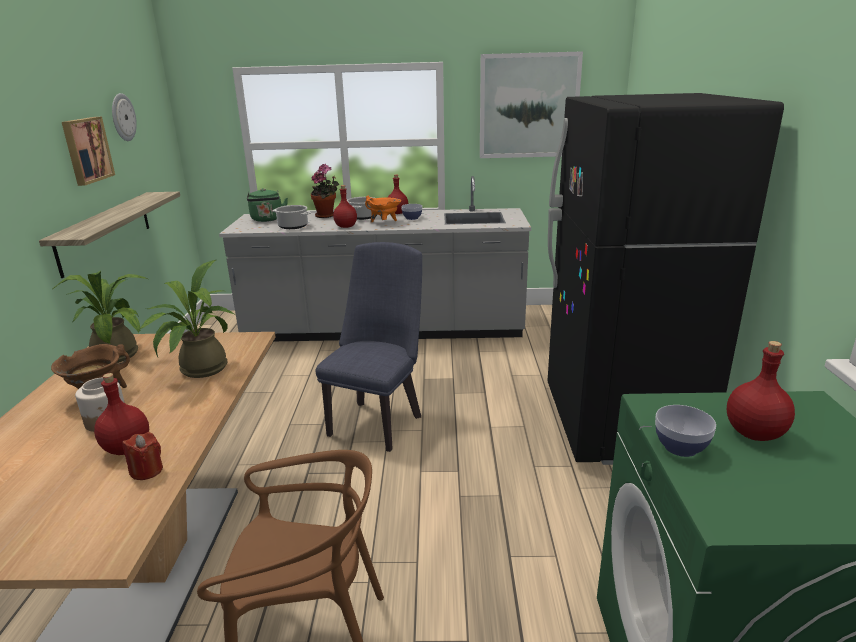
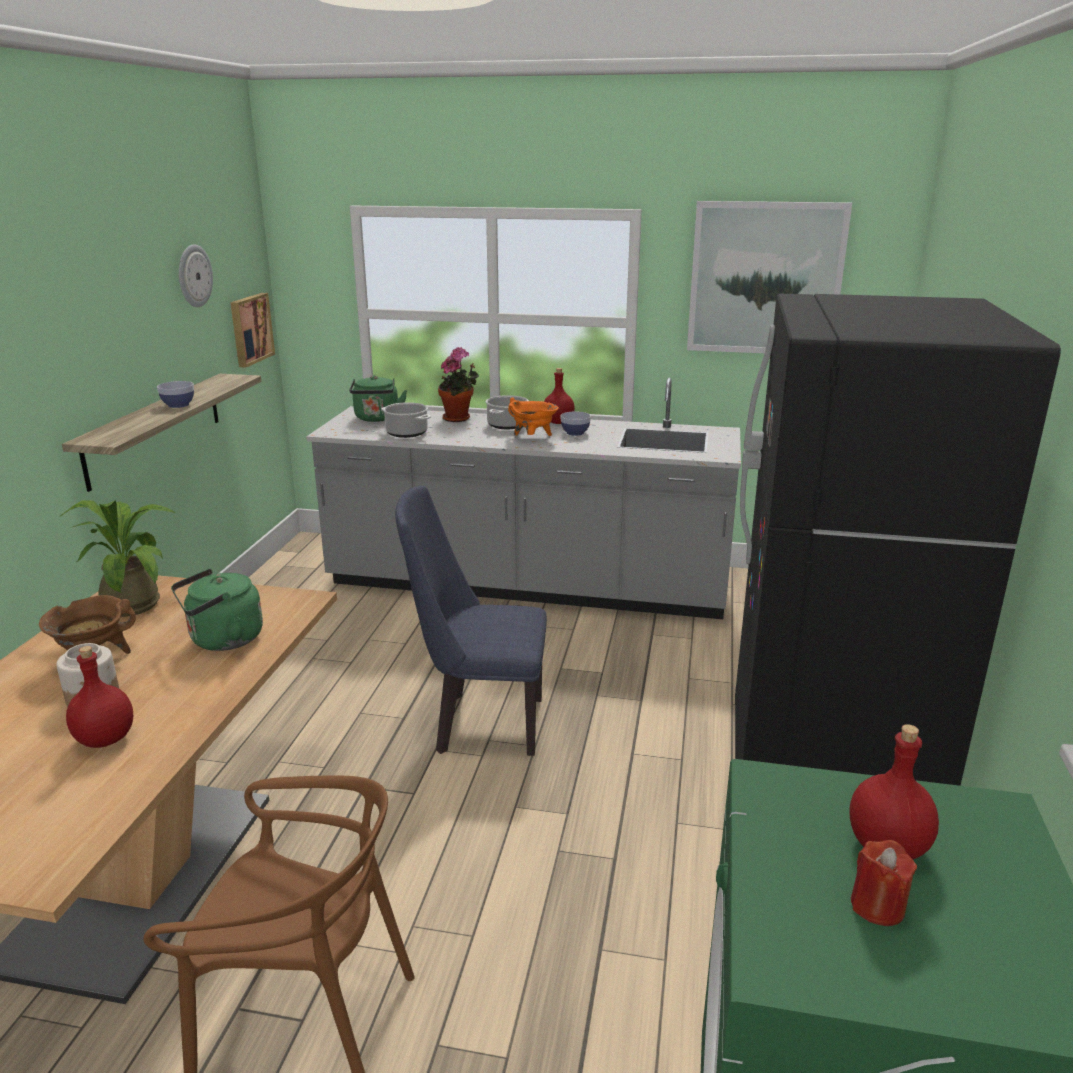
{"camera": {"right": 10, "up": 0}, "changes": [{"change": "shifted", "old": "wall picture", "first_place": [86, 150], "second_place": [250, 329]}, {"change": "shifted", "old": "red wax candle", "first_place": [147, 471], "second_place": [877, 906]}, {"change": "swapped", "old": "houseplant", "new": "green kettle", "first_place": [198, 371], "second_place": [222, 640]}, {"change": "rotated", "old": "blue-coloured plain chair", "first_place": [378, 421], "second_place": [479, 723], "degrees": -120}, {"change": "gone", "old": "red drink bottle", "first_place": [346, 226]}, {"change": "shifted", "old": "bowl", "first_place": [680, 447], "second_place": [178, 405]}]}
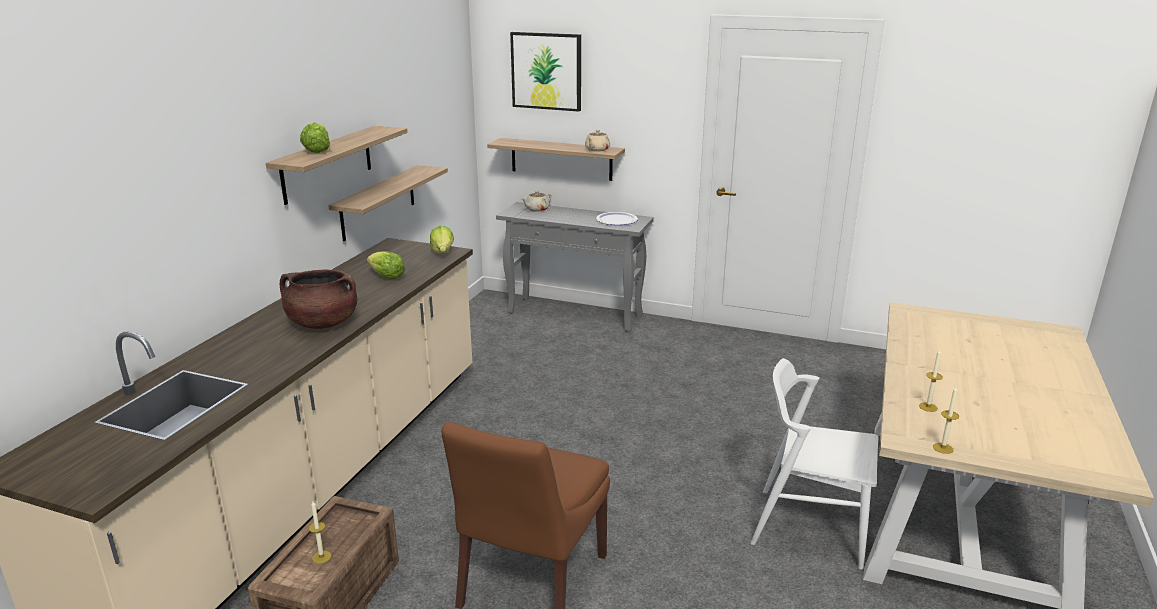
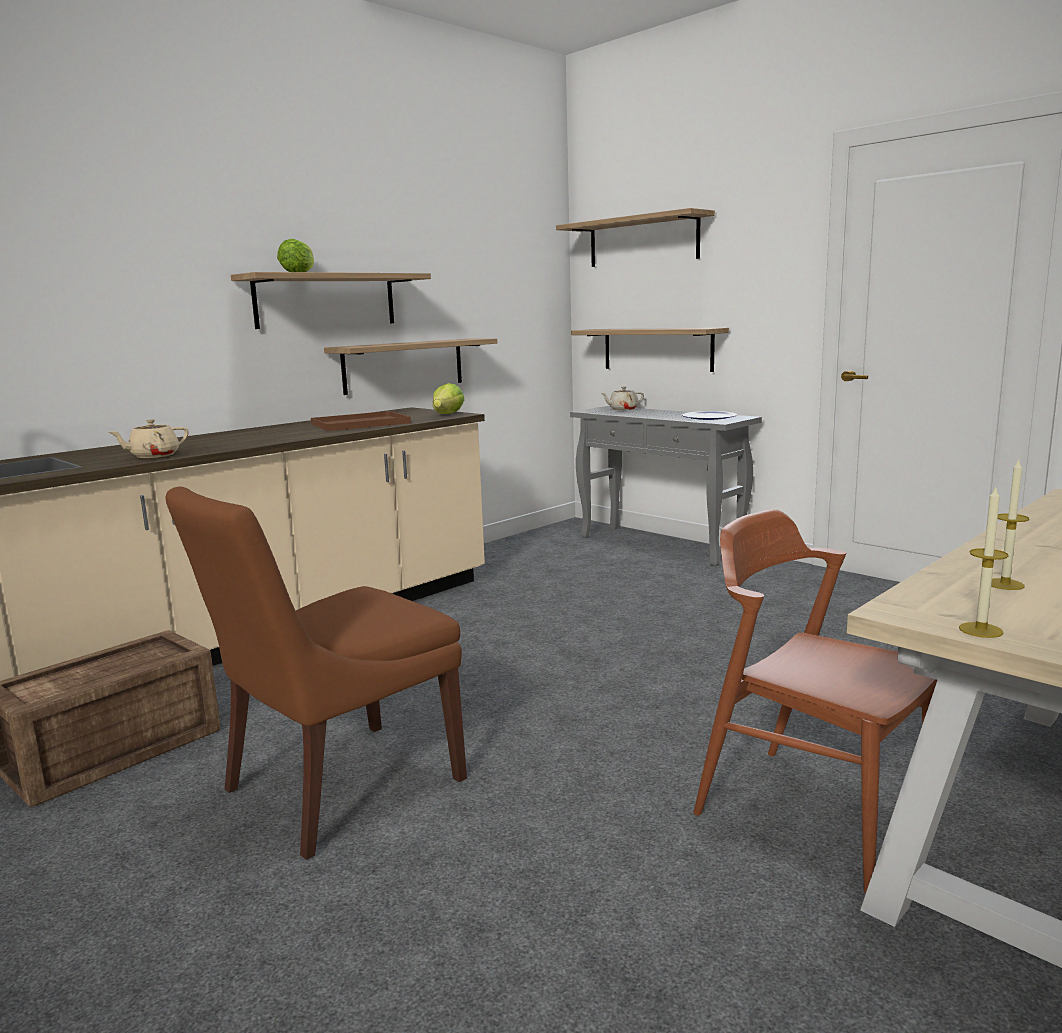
{"camera": {"right": 25, "up": -10}, "changes": [{"change": "gone", "old": "brownish stockpot", "first_place": [322, 323]}, {"change": "gone", "old": "wax candle", "first_place": [321, 557]}, {"change": "swapped", "old": "head of lettuce", "new": "brownish serving tray", "first_place": [386, 277], "second_place": [359, 424]}, {"change": "swapped", "old": "wall picture", "new": "wall shelf", "first_place": [546, 71], "second_place": [643, 241]}, {"change": "shifted", "old": "beige-coloured tea pot", "first_place": [597, 150], "second_place": [153, 456]}, {"change": "repainted", "old": "white plain chair", "new": "brownish plain chair", "first_place": [809, 526], "second_place": [813, 813]}]}
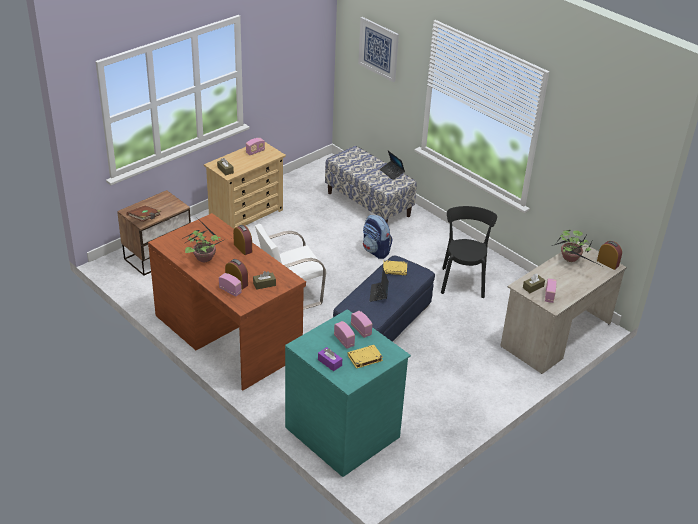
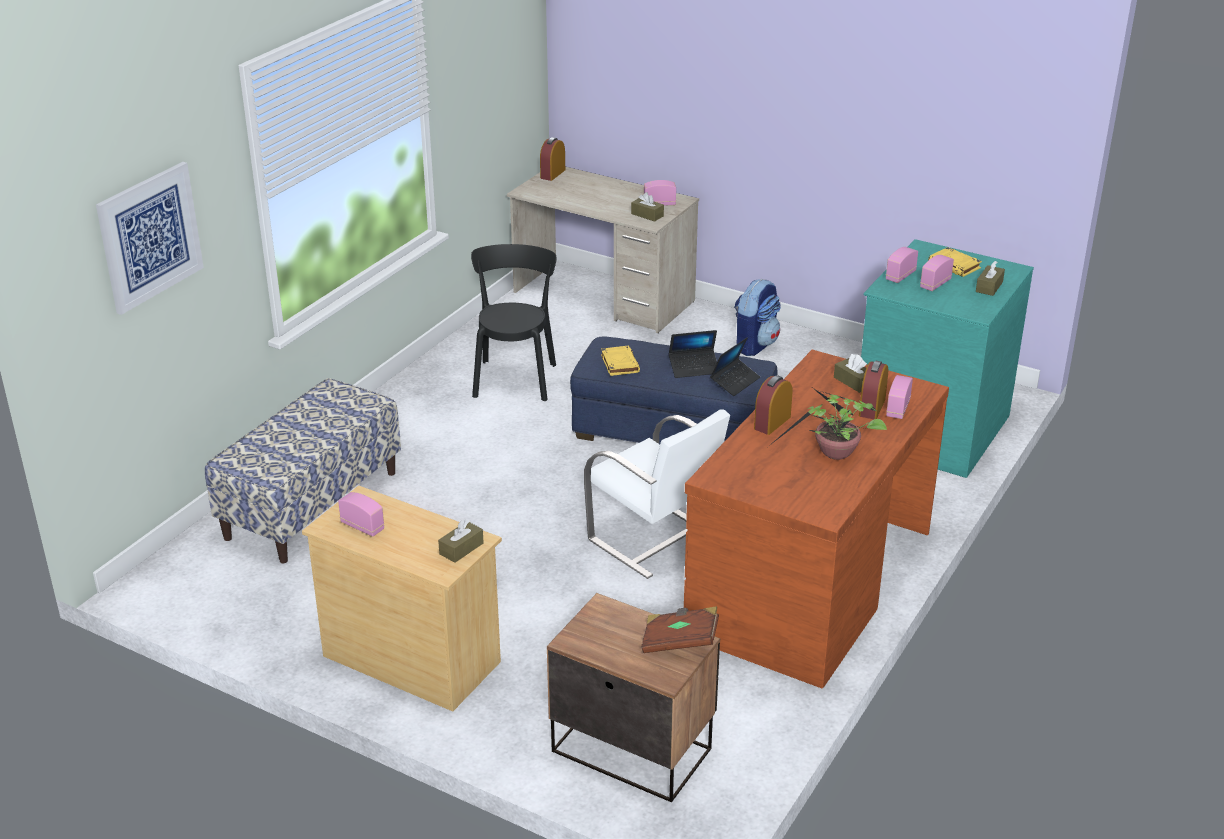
{"camera": {"right": -105, "up": -5}, "changes": [{"change": "repainted", "old": "purple-coloured box of tissues", "new": "brownish box of tissues", "first_place": [329, 362], "second_place": [989, 287]}, {"change": "shifted", "old": "knapsack", "first_place": [376, 251], "second_place": [755, 344]}, {"change": "shifted", "old": "laptop", "first_place": [392, 172], "second_place": [735, 382]}, {"change": "rotated", "old": "blackish plain chair", "first_place": [463, 281], "second_place": [515, 378], "degrees": 105}, {"change": "gone", "old": "houseplant", "first_place": [571, 260]}]}
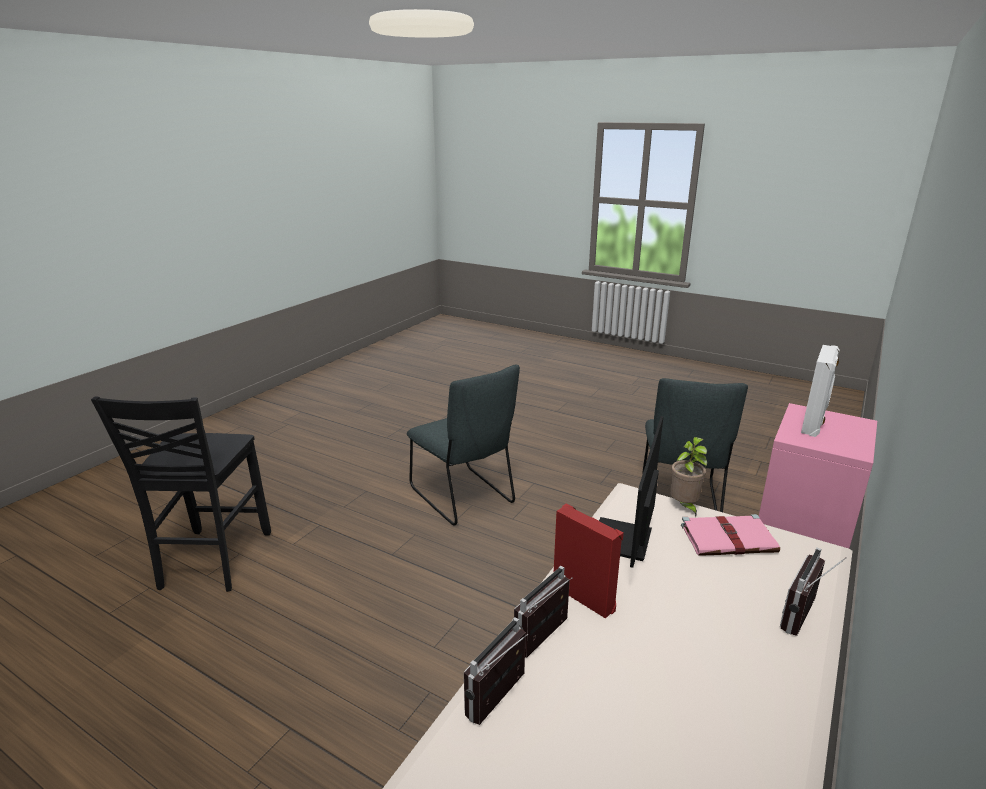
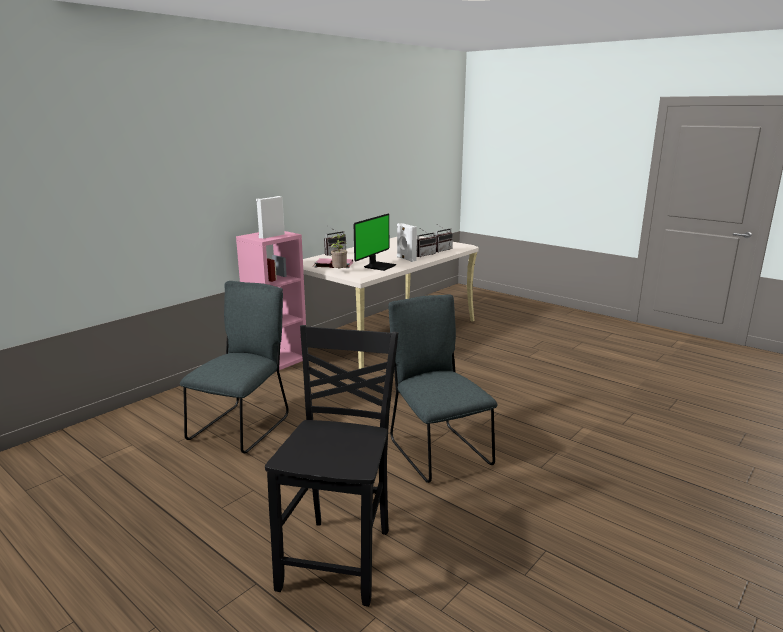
{"camera": {"right": -170, "up": -5}, "changes": [{"change": "shifted", "old": "blackish plain chair", "first_place": [213, 561], "second_place": [339, 558]}, {"change": "repainted", "old": "red loudspeaker", "new": "white loudspeaker", "first_place": [584, 596], "second_place": [405, 259]}]}
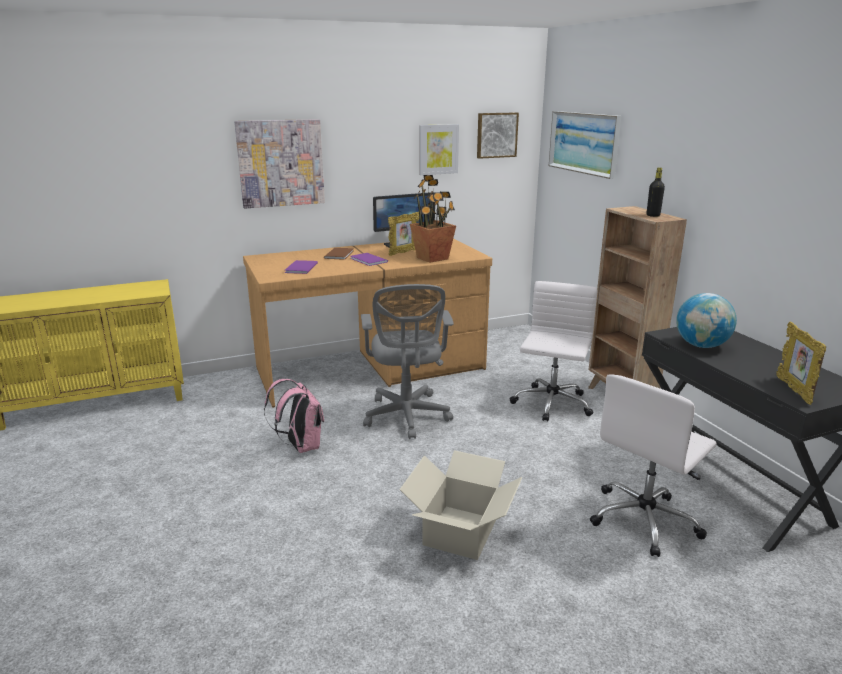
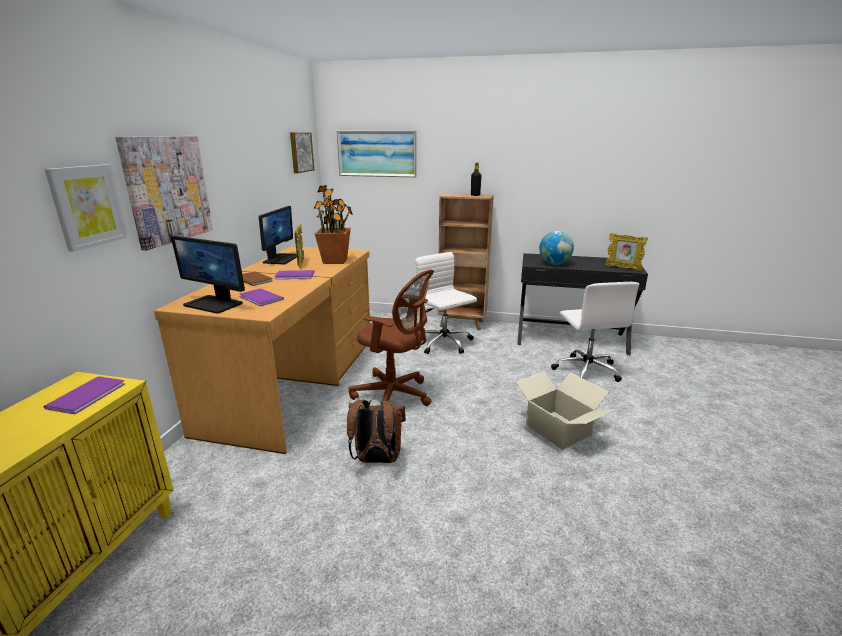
{"camera": {"right": -55, "up": 0}, "changes": [{"change": "repainted", "old": "pinkish knapsack", "new": "brownish knapsack", "first_place": [301, 446], "second_place": [376, 460]}, {"change": "repainted", "old": "grey office chair", "new": "brownish office chair", "first_place": [407, 417], "second_place": [394, 395]}, {"change": "shifted", "old": "wall picture", "first_place": [438, 149], "second_place": [87, 206]}, {"change": "new", "new": "purple-coloured book", "second_place": [90, 395]}, {"change": "new", "new": "monitor", "second_place": [214, 304]}]}
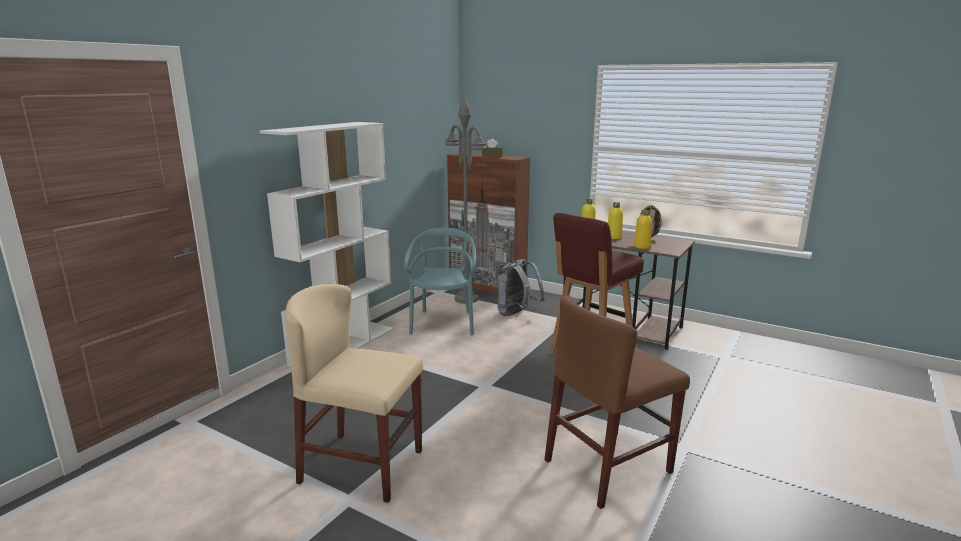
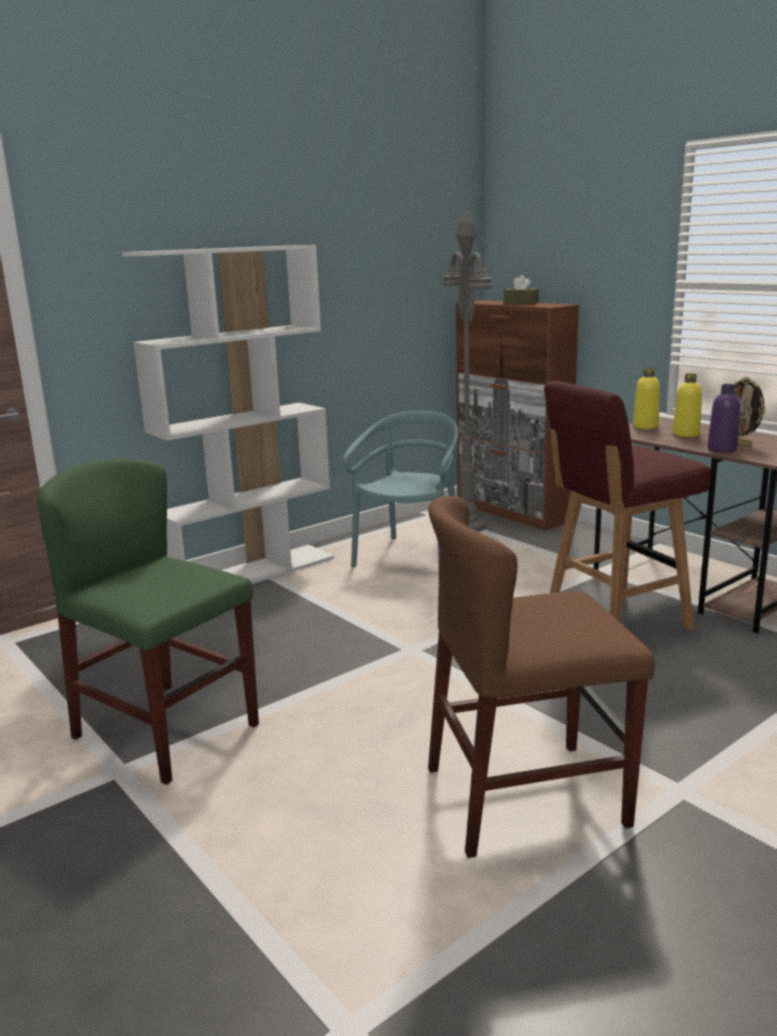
{"camera": {"right": 20, "up": 0}, "changes": [{"change": "repainted", "old": "beige-coloured plain chair", "new": "green plain chair", "first_place": [362, 466], "second_place": [166, 731]}, {"change": "gone", "old": "grey knapsack", "first_place": [517, 314]}, {"change": "repainted", "old": "yellowish drink bottle", "new": "purple-coloured drink bottle", "first_place": [642, 246], "second_place": [722, 449]}]}
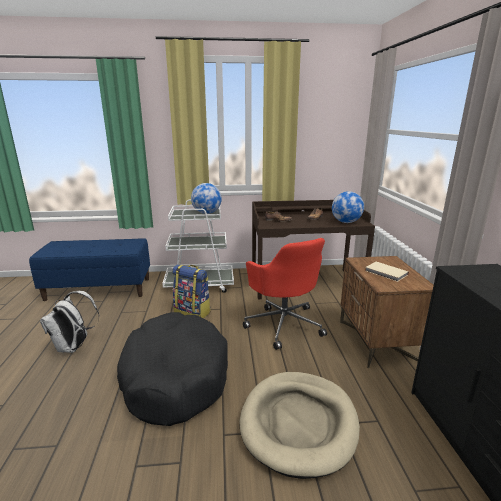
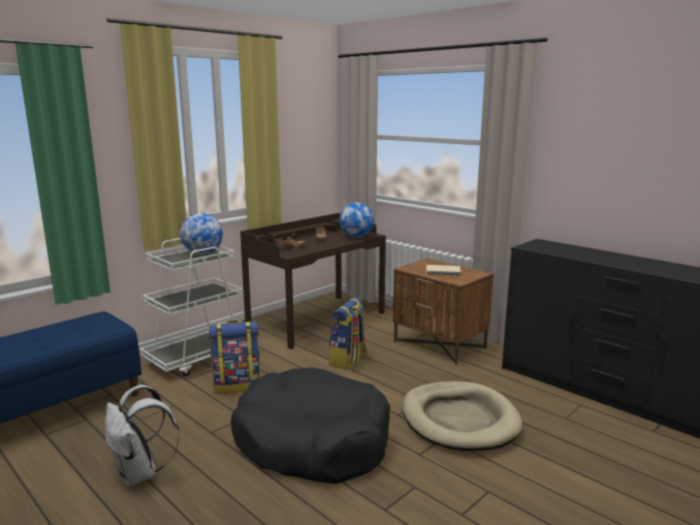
{"camera": {"right": -40, "up": -5}, "changes": [{"change": "swapped", "old": "red office chair", "new": "knapsack", "first_place": [284, 324], "second_place": [348, 360]}]}
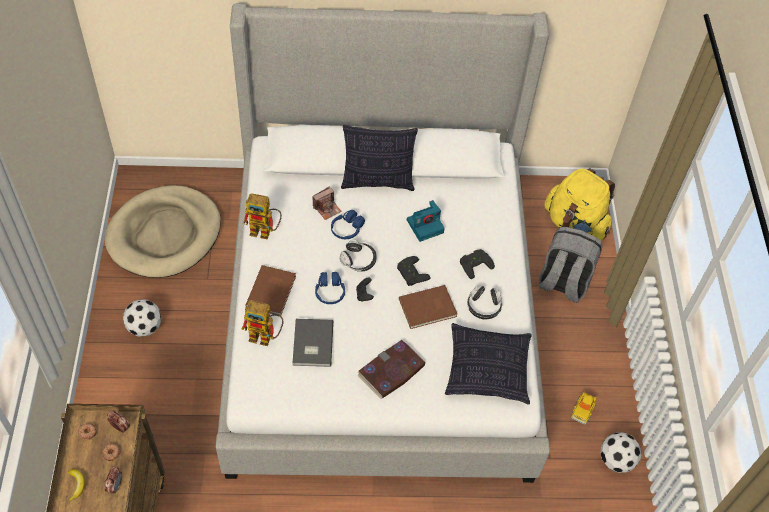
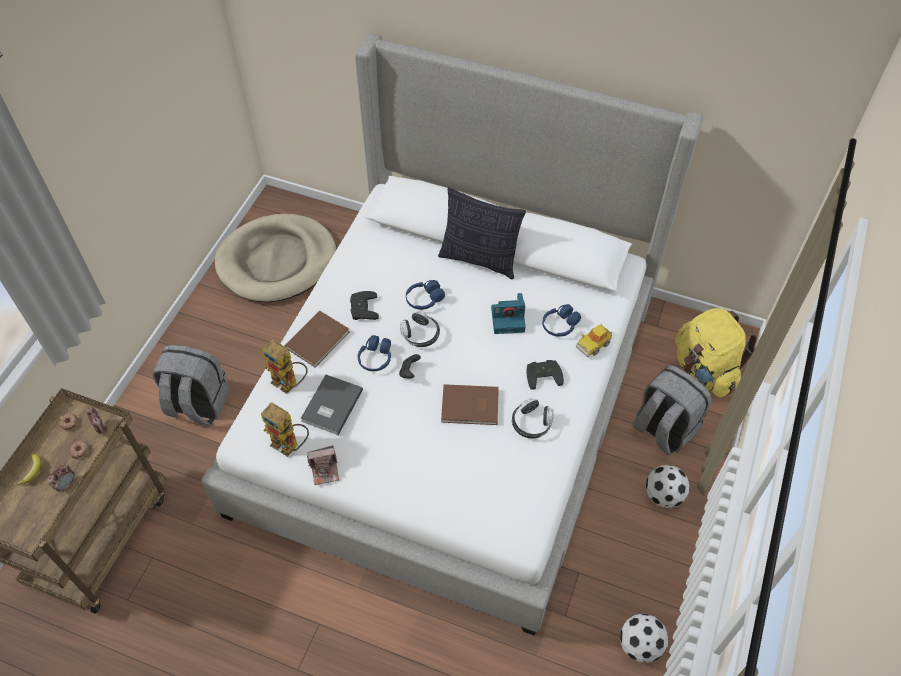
{"camera": {"right": 25, "up": 0}, "changes": [{"change": "shifted", "old": "football", "first_place": [145, 327], "second_place": [663, 495]}, {"change": "shifted", "old": "model robot", "first_place": [265, 231], "second_place": [290, 446]}, {"change": "shifted", "old": "still camera", "first_place": [327, 208], "second_place": [325, 470]}, {"change": "gone", "old": "book", "first_place": [391, 371]}, {"change": "shifted", "old": "blackish joypad", "first_place": [410, 273], "second_place": [362, 308]}, {"change": "gone", "old": "throw pillow", "first_place": [487, 370]}, {"change": "shifted", "old": "model car", "first_place": [583, 410], "second_place": [593, 344]}, {"change": "new", "new": "grey knapsack", "second_place": [197, 404]}, {"change": "new", "new": "blue-coloured pair of headphones", "second_place": [560, 325]}]}
